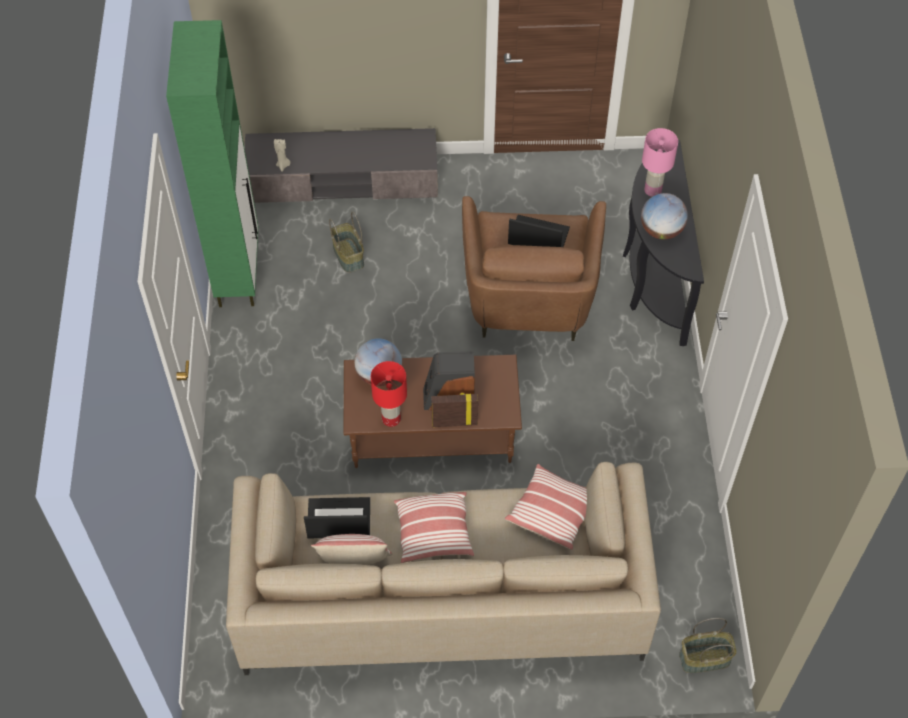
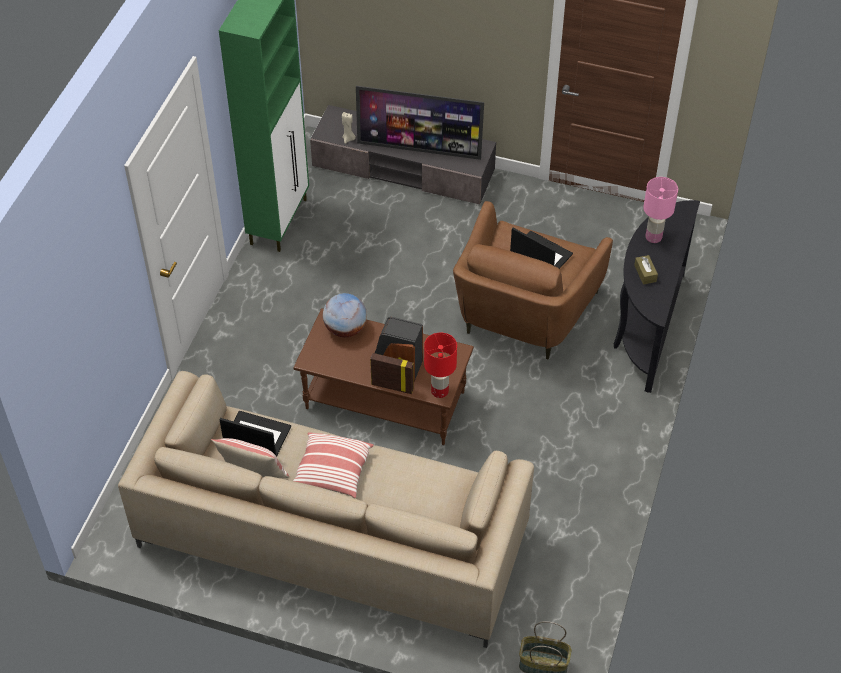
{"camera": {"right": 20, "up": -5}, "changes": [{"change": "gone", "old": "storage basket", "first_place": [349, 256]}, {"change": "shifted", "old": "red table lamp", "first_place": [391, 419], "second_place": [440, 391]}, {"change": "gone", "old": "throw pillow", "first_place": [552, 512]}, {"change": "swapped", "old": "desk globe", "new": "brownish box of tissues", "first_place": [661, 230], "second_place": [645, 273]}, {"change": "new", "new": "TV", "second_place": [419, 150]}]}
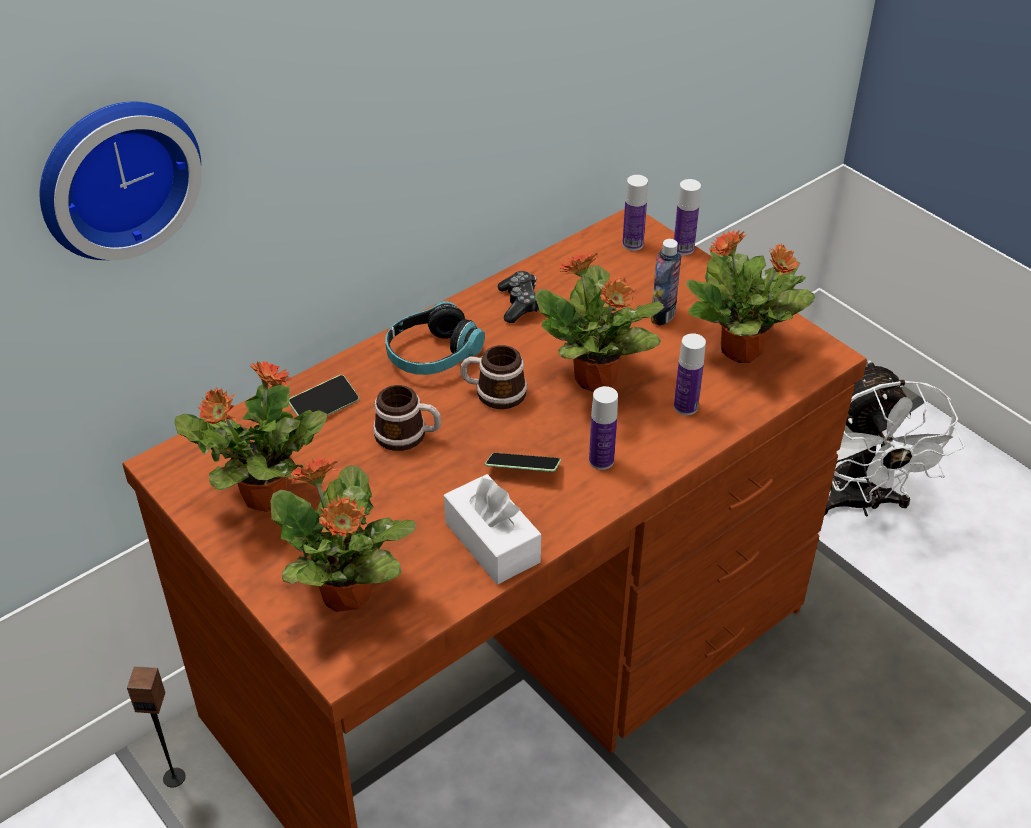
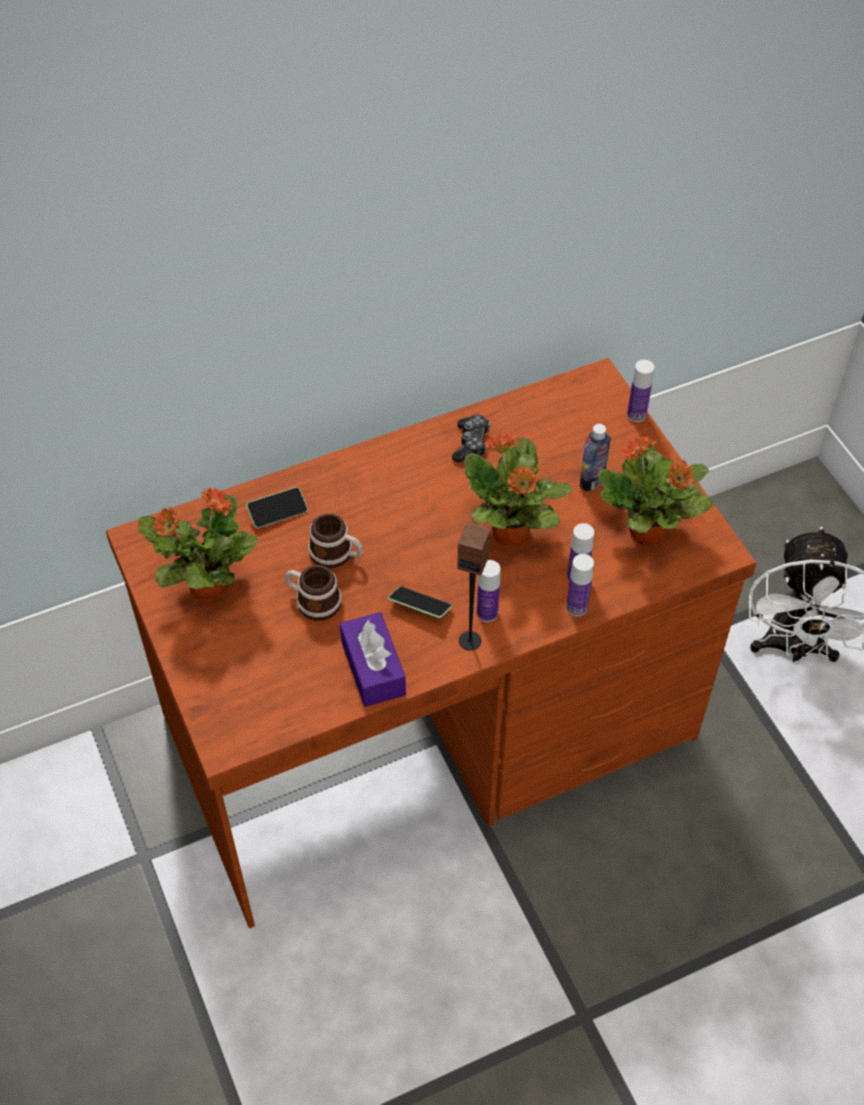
{"camera": {"right": 15, "up": 10}, "changes": [{"change": "gone", "old": "hanging clock", "first_place": [115, 175]}, {"change": "shifted", "old": "loudspeaker", "first_place": [174, 777], "second_place": [470, 640]}, {"change": "gone", "old": "houseplant", "first_place": [346, 595]}, {"change": "gone", "old": "pair of headphones", "first_place": [432, 354]}, {"change": "repainted", "old": "white box of tissues", "new": "purple-coloured box of tissues", "first_place": [492, 542], "second_place": [373, 668]}, {"change": "shifted", "old": "tea mug", "first_place": [493, 392], "second_place": [313, 600]}, {"change": "shifted", "old": "drink bottle", "first_place": [632, 244], "second_place": [577, 607]}]}
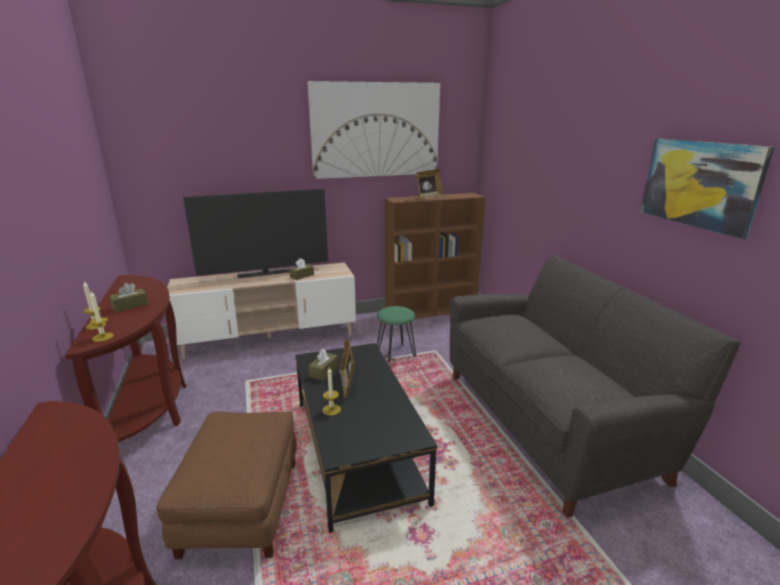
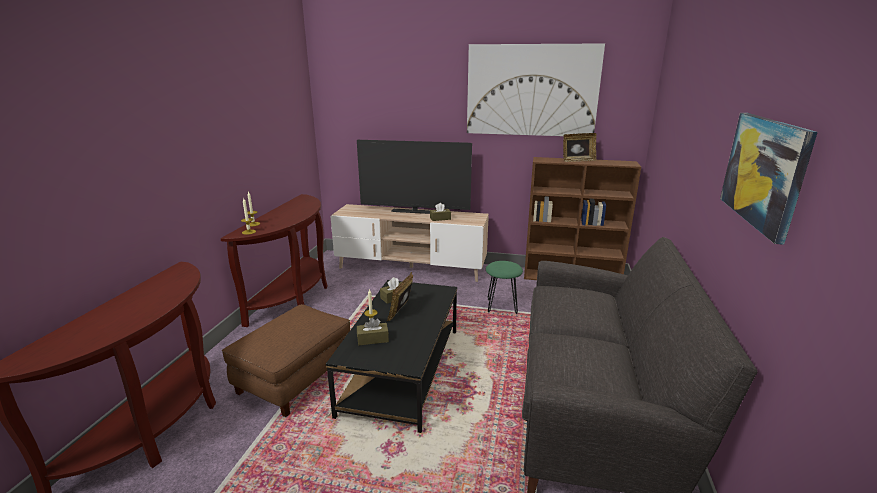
{"camera": {"right": 30, "up": 0}, "changes": [{"change": "shifted", "old": "brownish box of tissues", "first_place": [130, 306], "second_place": [373, 339]}]}
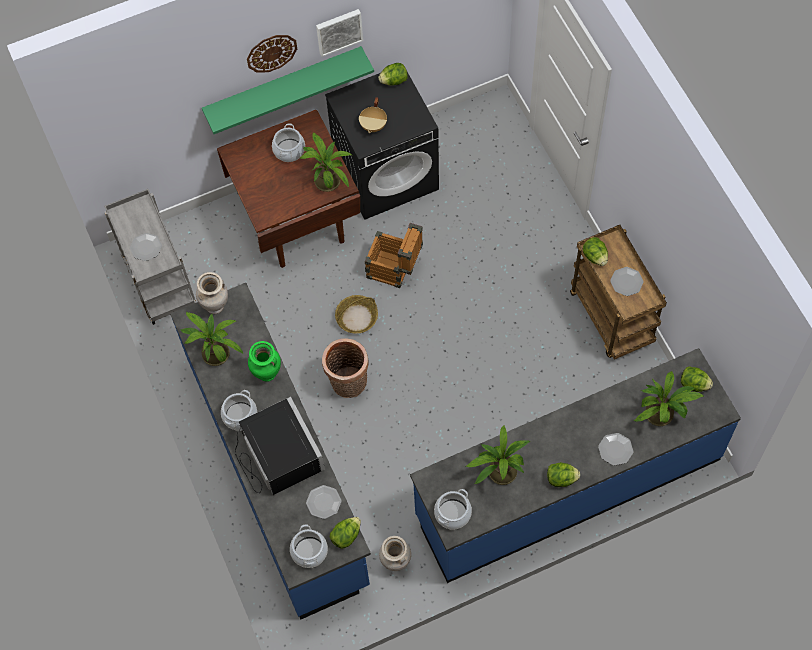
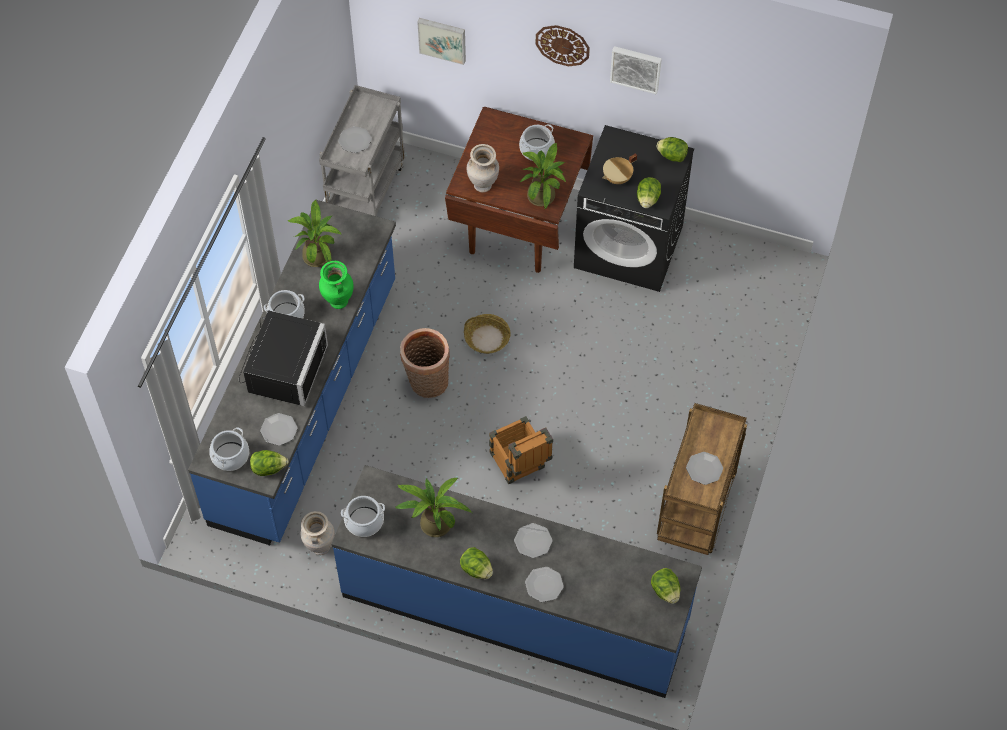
{"camera": {"right": 40, "up": -5}, "changes": [{"change": "shifted", "old": "beige-coloured vase", "first_place": [215, 307], "second_place": [482, 186]}, {"change": "gone", "old": "green wall shelf", "first_place": [283, 85]}, {"change": "shifted", "old": "crate", "first_place": [395, 270], "second_place": [520, 466]}, {"change": "shifted", "old": "head of lettuce", "first_place": [595, 256], "second_place": [647, 199]}, {"change": "gone", "old": "houseplant", "first_place": [662, 415]}, {"change": "new", "new": "wall picture", "second_place": [442, 39]}, {"change": "new", "new": "plate", "second_place": [533, 541]}]}
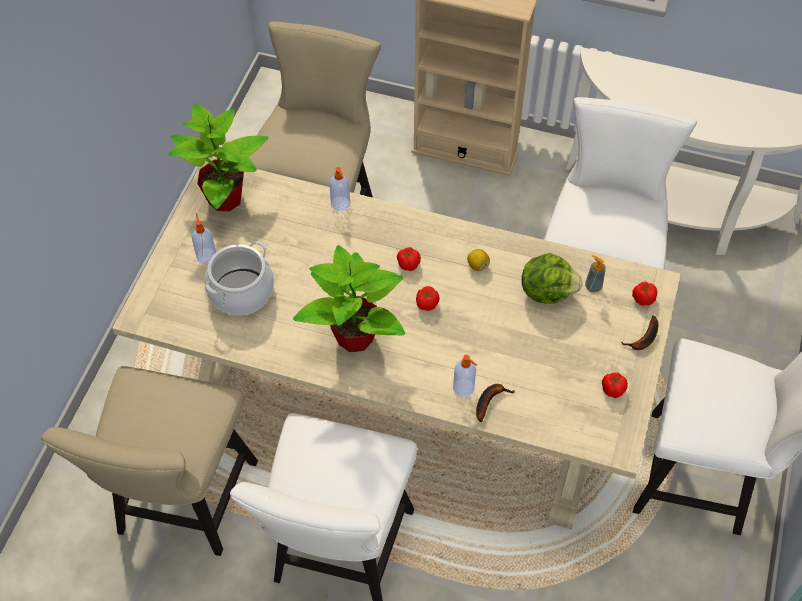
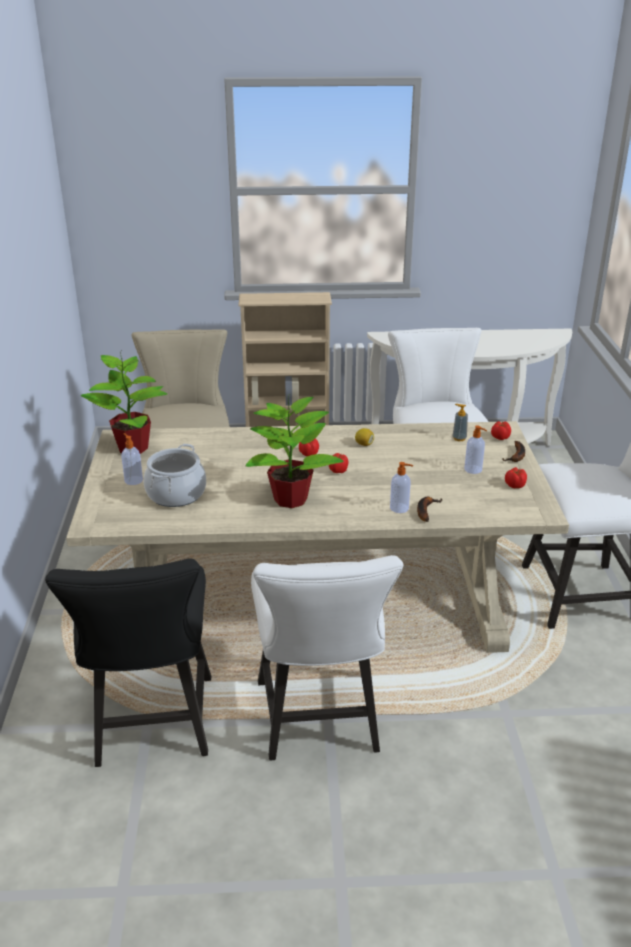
{"camera": {"right": -20, "up": -25}, "changes": [{"change": "repainted", "old": "beige-coloured plain chair", "new": "blackish plain chair", "first_place": [182, 506], "second_place": [152, 728]}, {"change": "shifted", "old": "soap dispenser", "first_place": [341, 204], "second_place": [473, 469]}, {"change": "gone", "old": "head of lettuce", "first_place": [547, 291]}]}
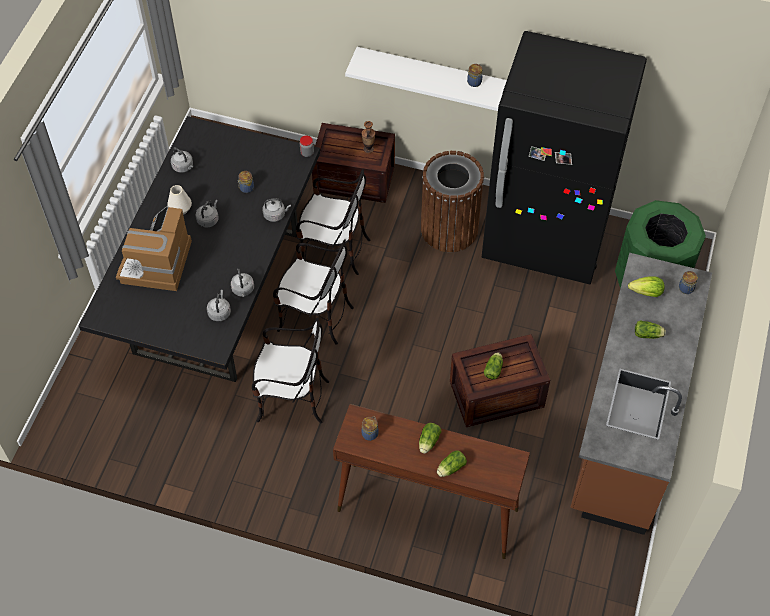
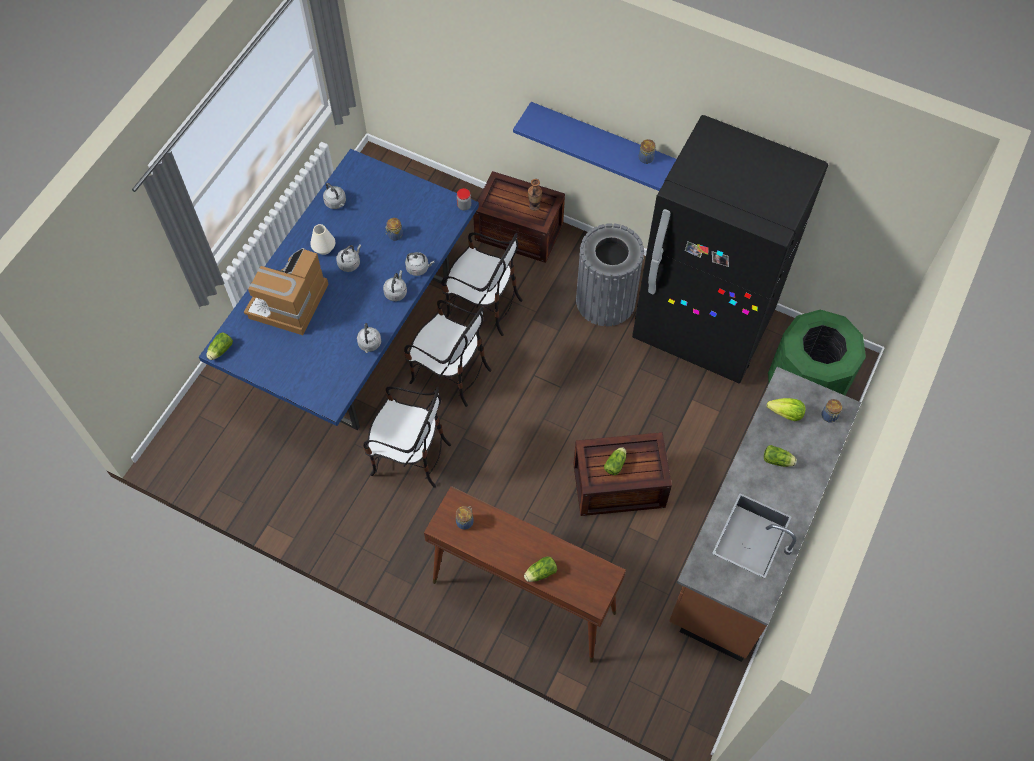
{"camera": {"right": 10, "up": 5}, "changes": [{"change": "repainted", "old": "blackish dining table", "new": "blue-coloured dining table", "first_place": [216, 294], "second_place": [356, 334]}, {"change": "shifted", "old": "grey kettle", "first_place": [219, 312], "second_place": [396, 292]}, {"change": "repainted", "old": "white wall shelf", "new": "blue-coloured wall shelf", "first_place": [434, 75], "second_place": [607, 143]}, {"change": "shifted", "old": "head of lettuce", "first_place": [428, 442], "second_place": [220, 351]}, {"change": "repainted", "old": "brownish waste bin", "new": "grey waste bin", "first_place": [449, 229], "second_place": [605, 300]}]}
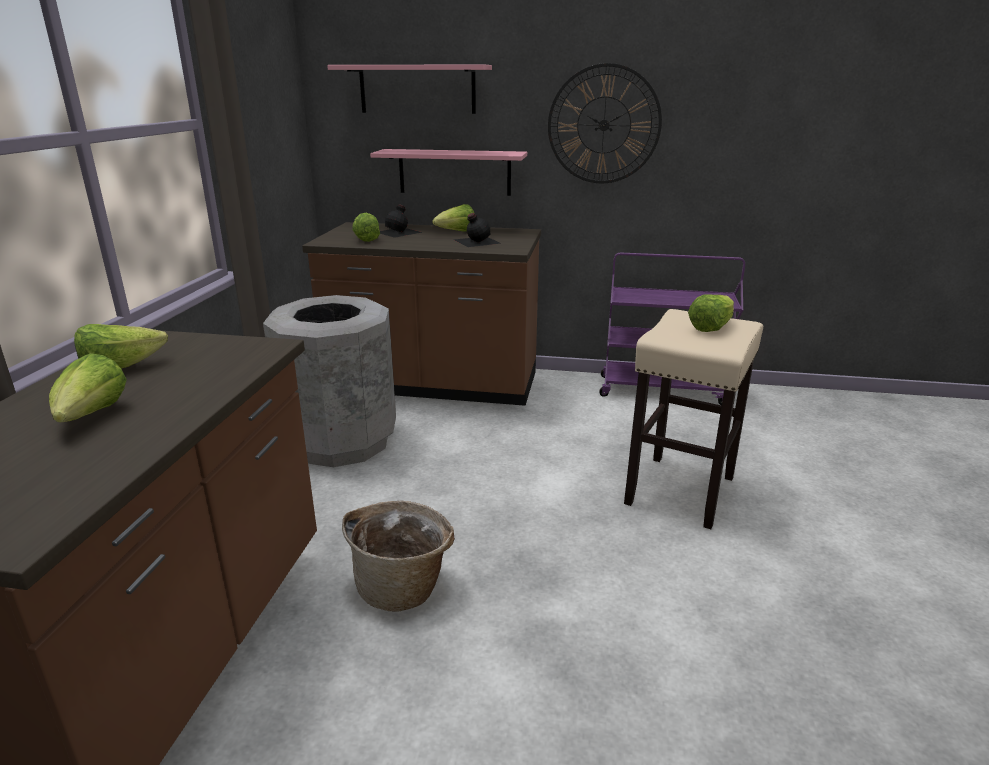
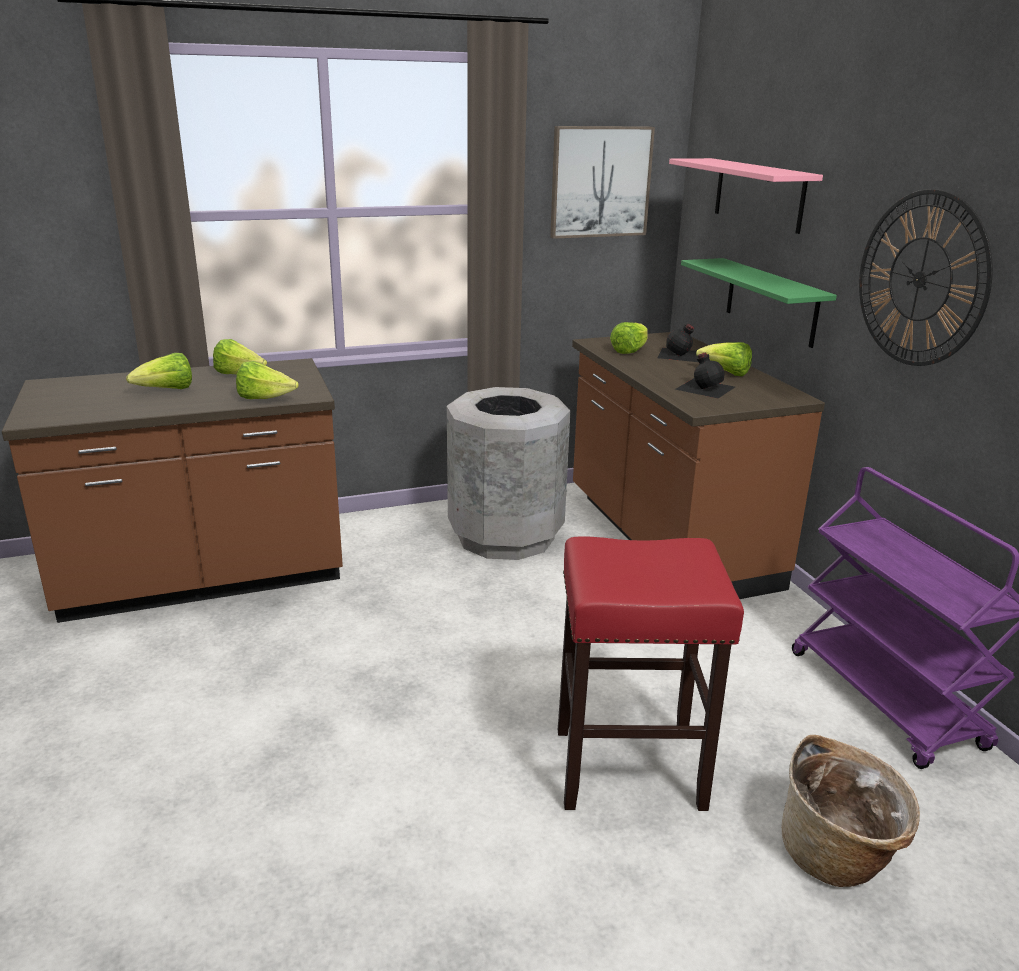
{"camera": {"right": 60, "up": 0}, "changes": [{"change": "shifted", "old": "storage basket", "first_place": [403, 586], "second_place": [837, 856]}, {"change": "repainted", "old": "pinkish wall shelf", "new": "green wall shelf", "first_place": [454, 172], "second_place": [771, 302]}, {"change": "repainted", "old": "beige-coloured stool seat", "new": "red stool seat", "first_place": [680, 489], "second_place": [630, 768]}, {"change": "shifted", "old": "head of lettuce", "first_place": [711, 327], "second_place": [265, 399]}, {"change": "new", "new": "wall picture", "second_place": [600, 182]}]}
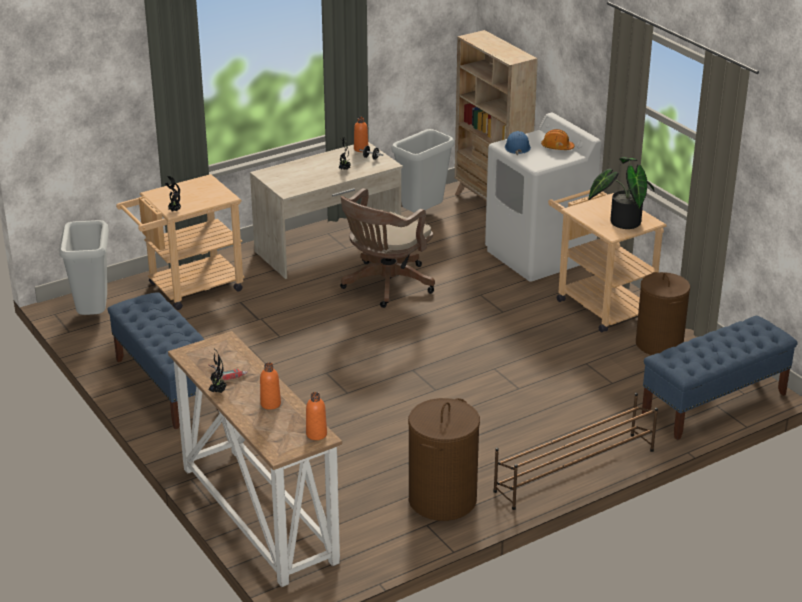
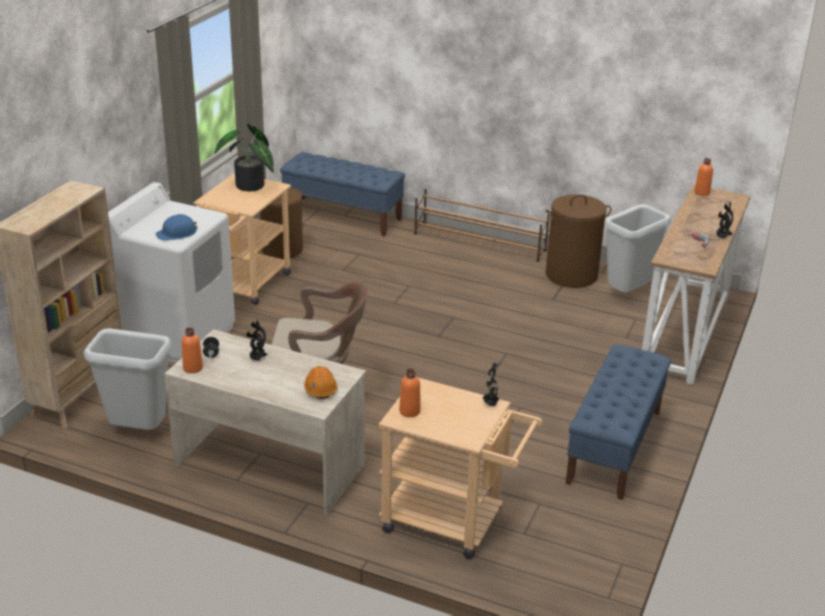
{"camera": {"right": -125, "up": 0}, "changes": [{"change": "shifted", "old": "grey waste bin", "first_place": [92, 315], "second_place": [627, 294]}, {"change": "shifted", "old": "orange drink bottle", "first_place": [270, 404], "second_place": [409, 411]}, {"change": "shifted", "old": "orange work helmet", "first_place": [557, 147], "second_place": [320, 389]}]}
